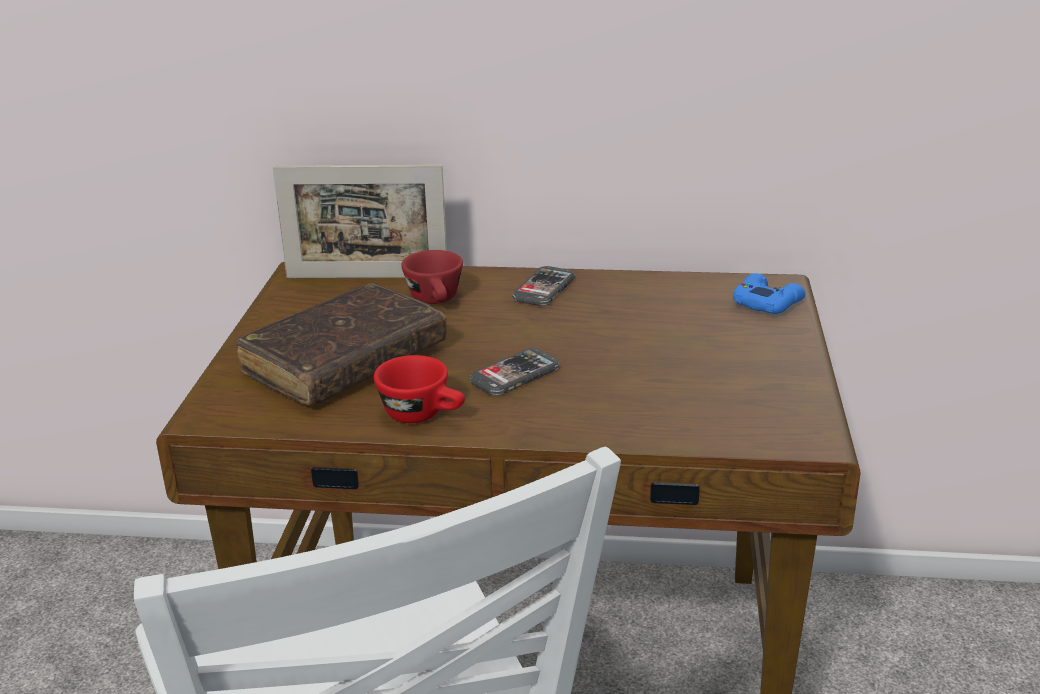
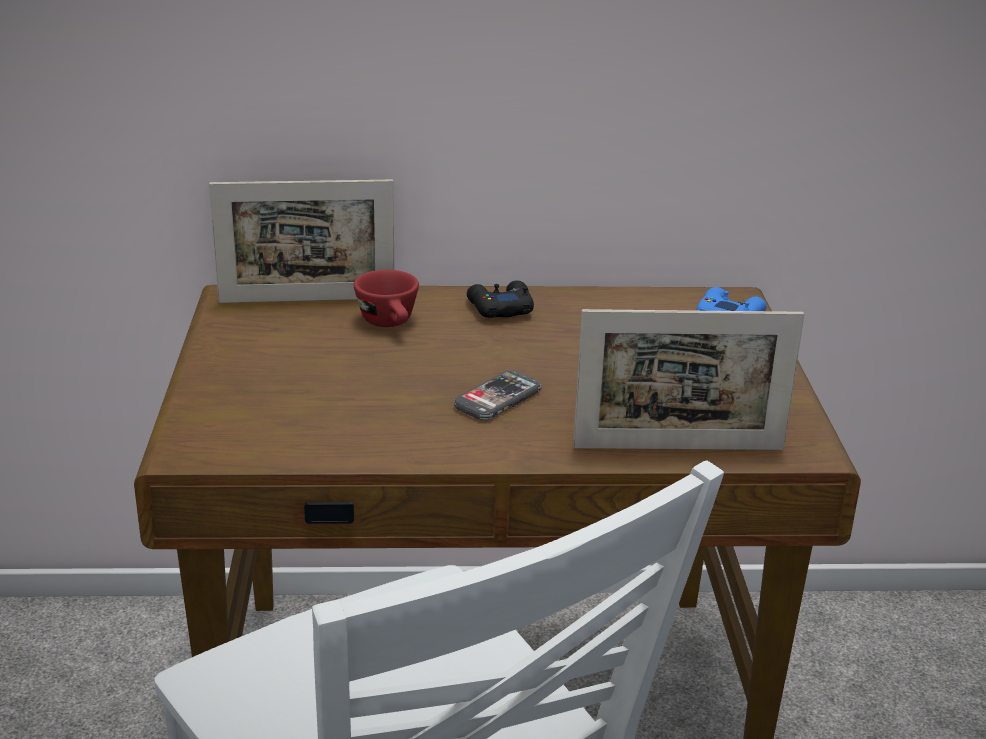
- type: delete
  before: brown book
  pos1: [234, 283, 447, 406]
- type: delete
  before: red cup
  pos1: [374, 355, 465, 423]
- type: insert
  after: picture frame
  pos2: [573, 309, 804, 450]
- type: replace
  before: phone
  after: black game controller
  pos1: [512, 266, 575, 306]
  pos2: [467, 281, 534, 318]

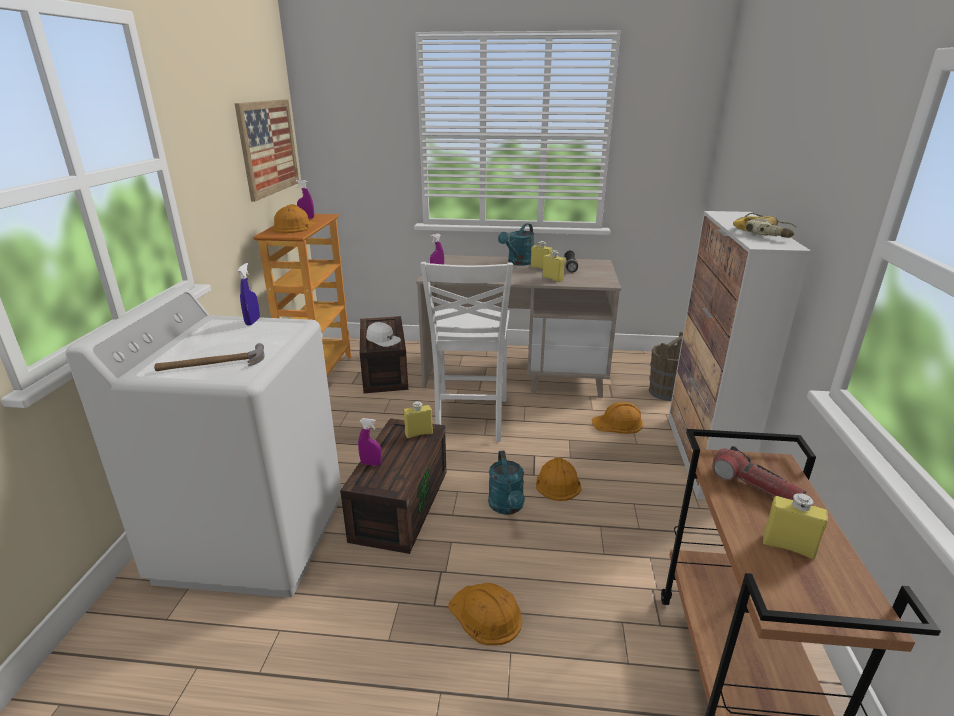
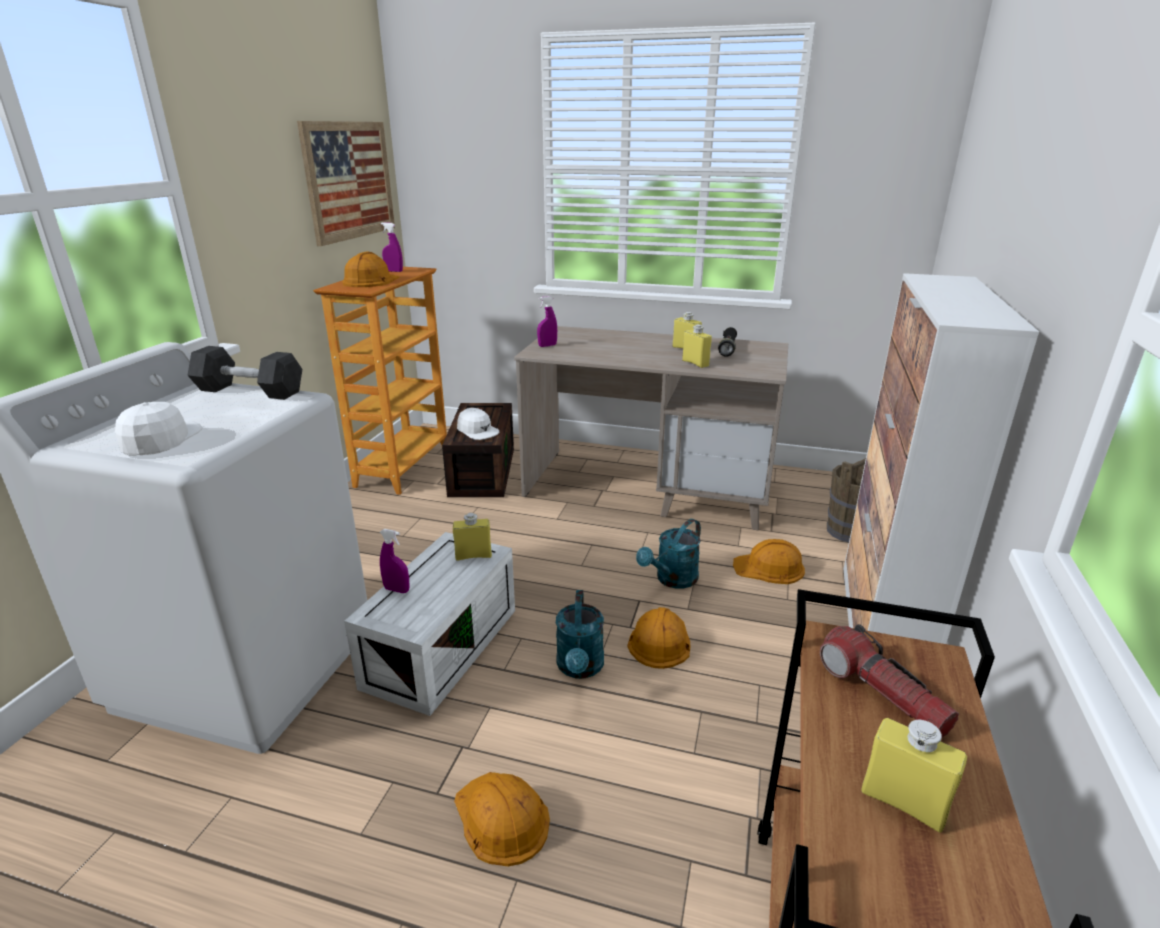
- type: delete
  before: white chair
  pos1: [420, 262, 513, 442]
- type: delete
  before: power drill
  pos1: [733, 213, 797, 238]
- type: move
  before: turquoise watering can
  pos1: [498, 223, 535, 266]
  pos2: [636, 519, 701, 589]
- type: replace
  before: hammer
  after: white cap
  pos1: [154, 343, 264, 371]
  pos2: [115, 402, 202, 455]
- type: replace
  before: blue spray bottle
  after: grey dumbbell
  pos1: [238, 263, 260, 325]
  pos2: [187, 346, 302, 400]
- type: recolor
  before: brown storage box
  after: white storage box
  pos1: [340, 418, 446, 554]
  pos2: [344, 532, 515, 716]

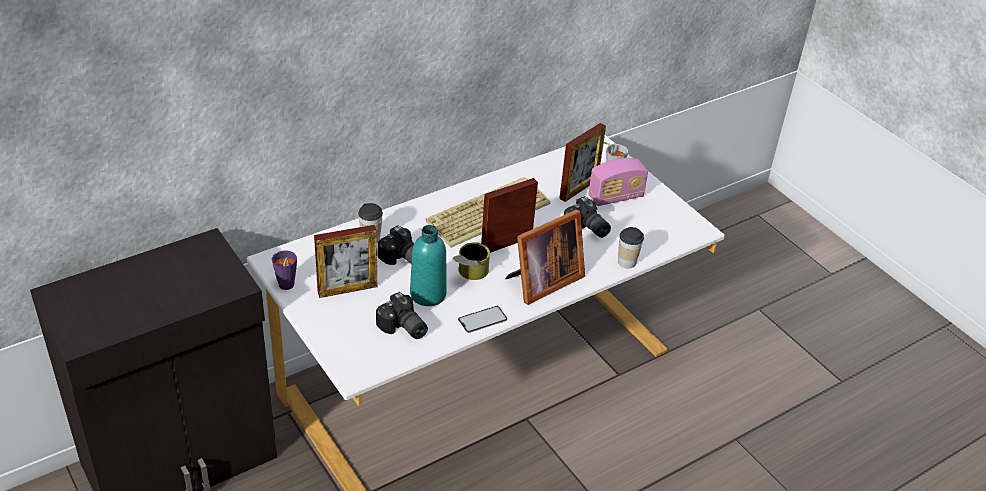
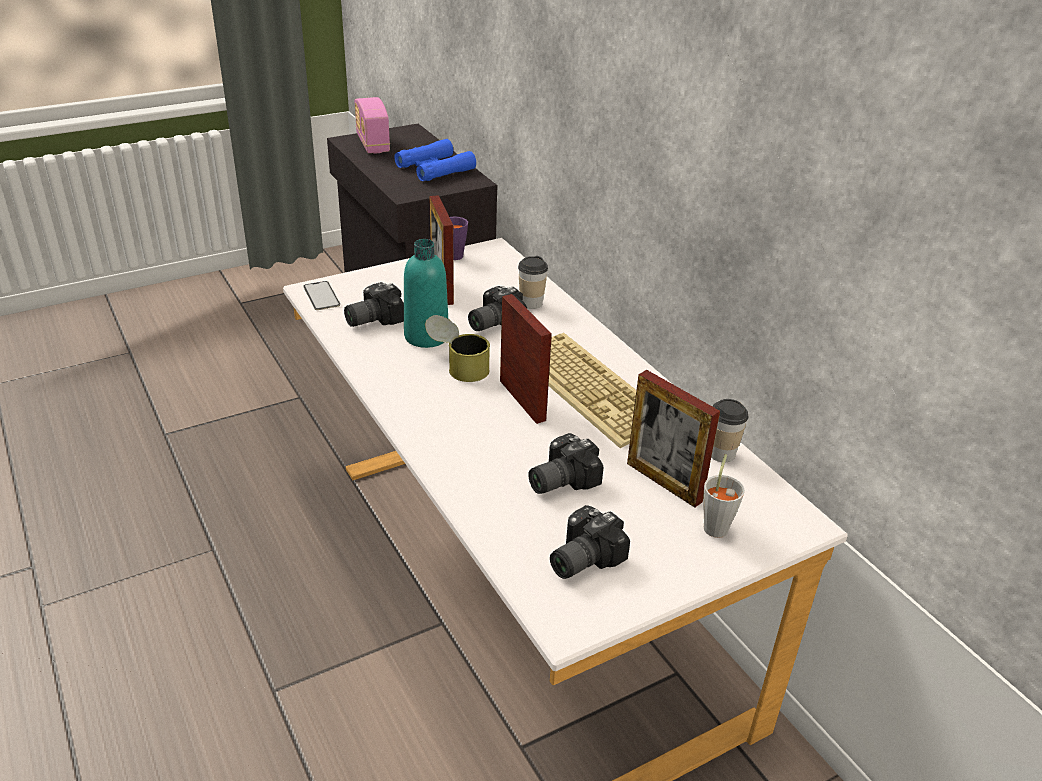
- type: delete
  before: picture frame
  pos1: [505, 210, 585, 305]
- type: insert
  after: blue binoculars
  pos2: [394, 139, 476, 181]
- type: insert
  after: photo camera
  pos2: [550, 505, 630, 579]
- type: move
  before: phone
  pos1: [458, 306, 507, 333]
  pos2: [303, 281, 340, 310]
- type: move
  before: radio
  pos1: [589, 158, 648, 206]
  pos2: [354, 97, 390, 153]
- type: move
  before: cup
  pos1: [618, 227, 644, 269]
  pos2: [711, 399, 749, 462]

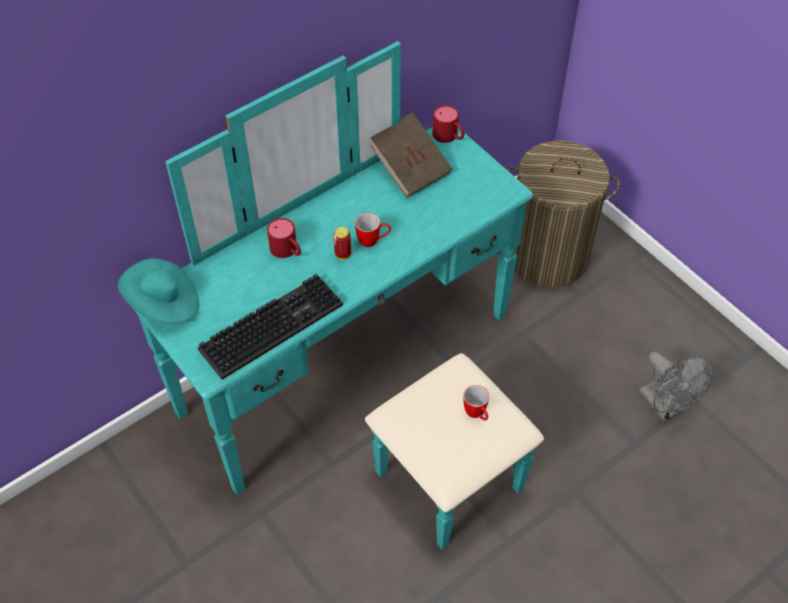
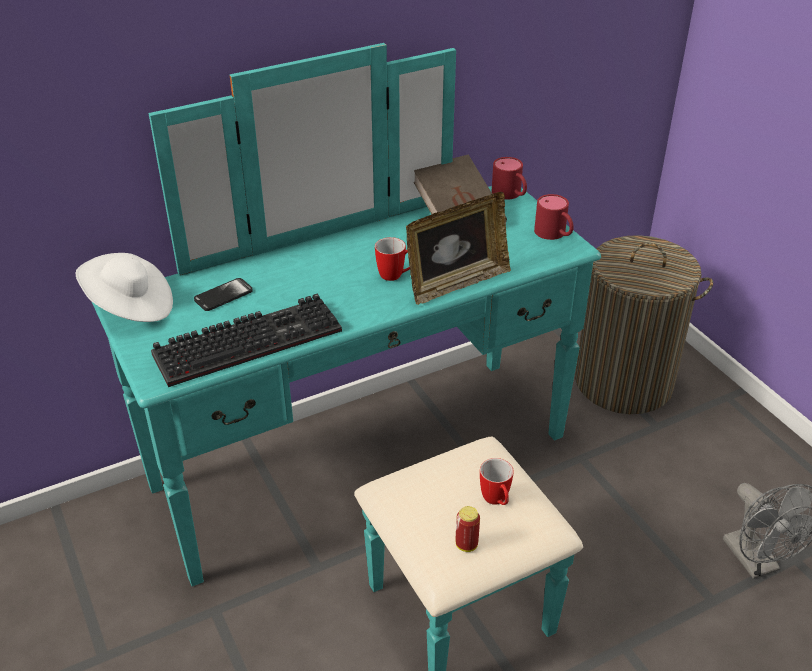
- type: insert
  after: phone
  pos2: [194, 278, 253, 311]
- type: insert
  after: picture frame
  pos2: [406, 192, 511, 305]
- type: move
  before: red mug
  pos1: [267, 218, 301, 258]
  pos2: [534, 194, 574, 240]
- type: move
  before: can
  pos1: [333, 227, 351, 260]
  pos2: [455, 506, 480, 552]
- type: recolor
  before: turquoise hat
  after: white hat
  pos1: [118, 258, 199, 324]
  pos2: [76, 253, 173, 322]

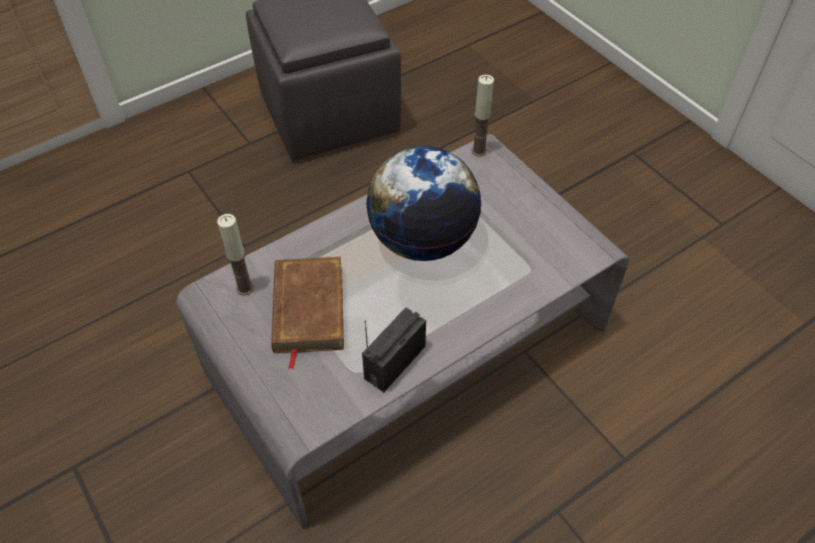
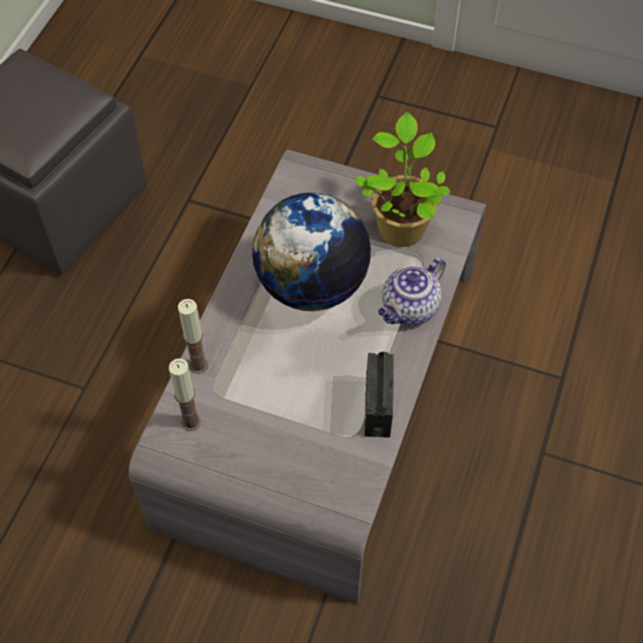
- type: delete
  before: brown book
  pos1: [271, 257, 344, 369]
- type: insert
  after: potted plant
  pos2: [354, 112, 451, 247]
- type: insert
  after: teapot
  pos2: [378, 257, 446, 325]
- type: move
  before: candle
  pos1: [471, 75, 494, 156]
  pos2: [178, 299, 208, 374]

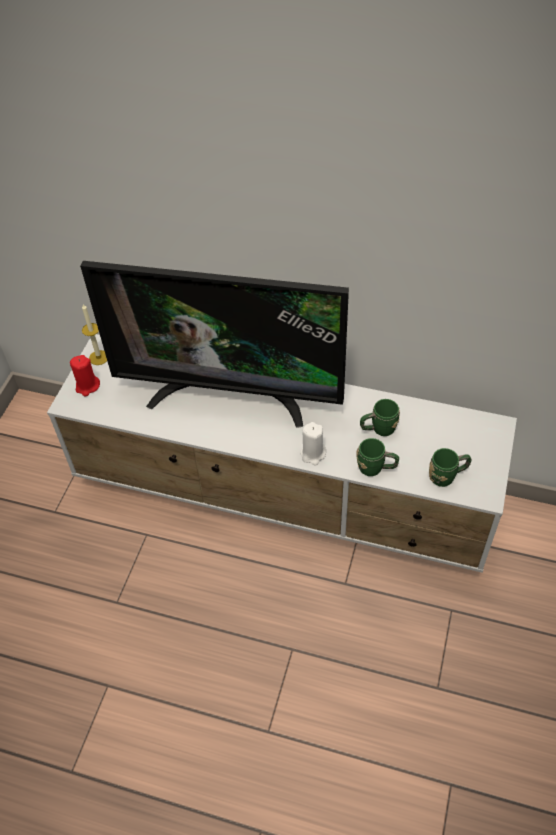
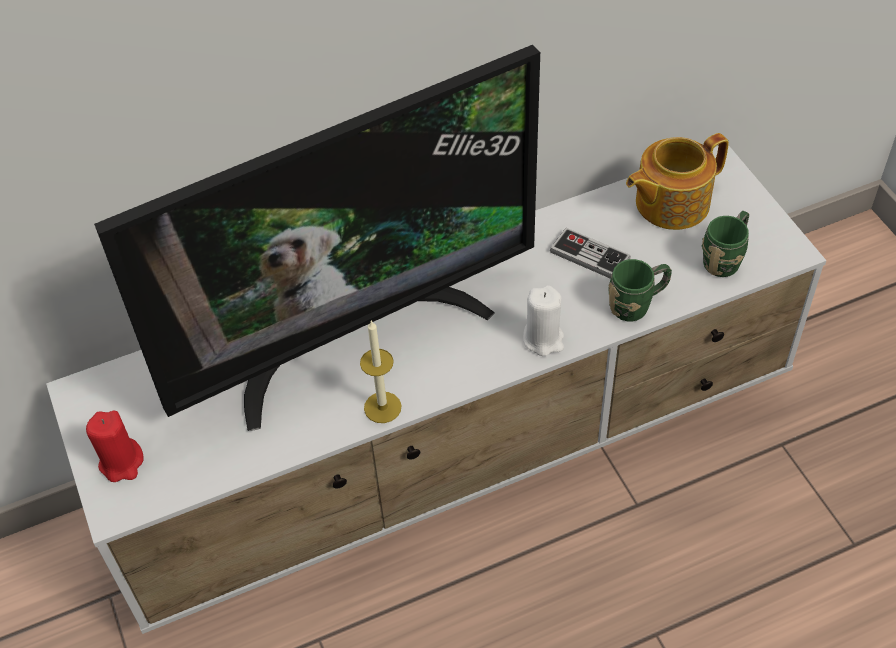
- type: insert
  after: teapot
  pos2: [626, 133, 729, 230]
- type: move
  before: candle
  pos1: [82, 304, 107, 365]
  pos2: [360, 321, 402, 423]
- type: replace
  before: green mug
  after: game controller
  pos1: [360, 399, 400, 436]
  pos2: [550, 228, 631, 279]

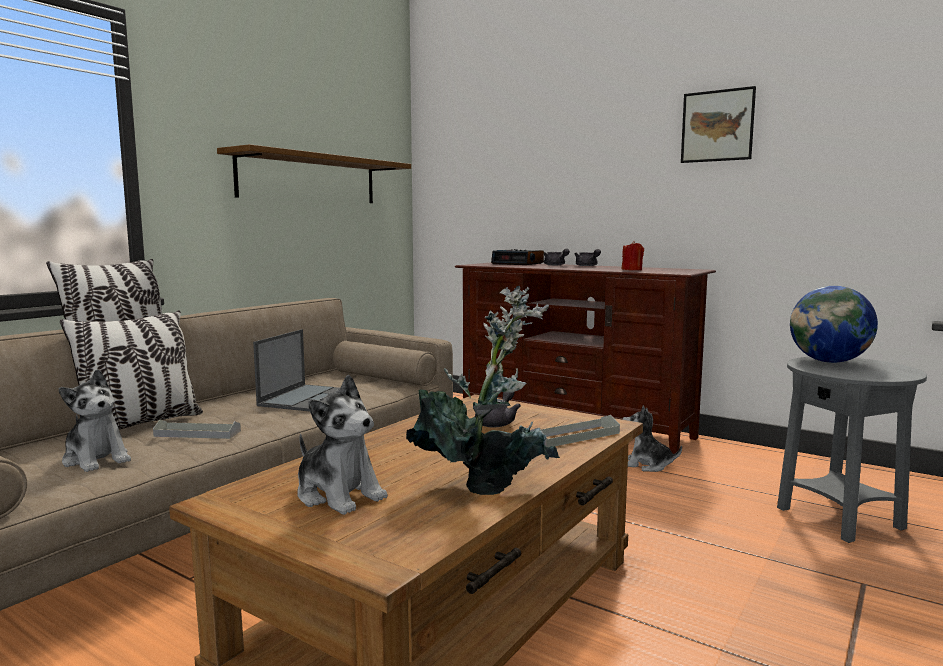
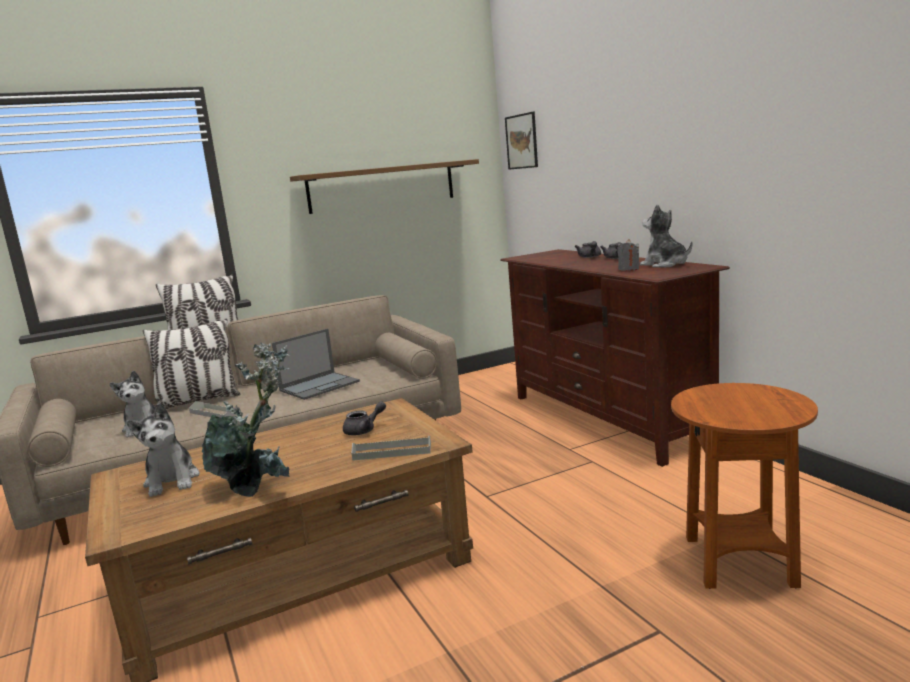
- type: delete
  before: alarm clock
  pos1: [491, 249, 544, 265]
- type: delete
  before: globe
  pos1: [790, 286, 878, 363]
- type: move
  before: plush toy
  pos1: [622, 405, 682, 472]
  pos2: [640, 204, 693, 268]
- type: move
  before: picture
  pos1: [681, 86, 756, 163]
  pos2: [505, 111, 538, 170]
- type: recolor
  before: red candle
  after: grey candle
  pos1: [622, 241, 644, 270]
  pos2: [617, 239, 639, 271]
- type: recolor
  before: grey side table
  after: brown side table
  pos1: [777, 357, 927, 543]
  pos2: [671, 383, 818, 589]

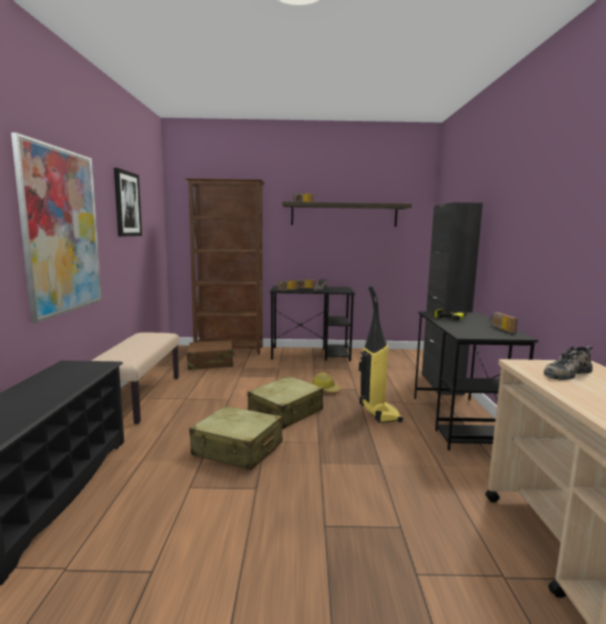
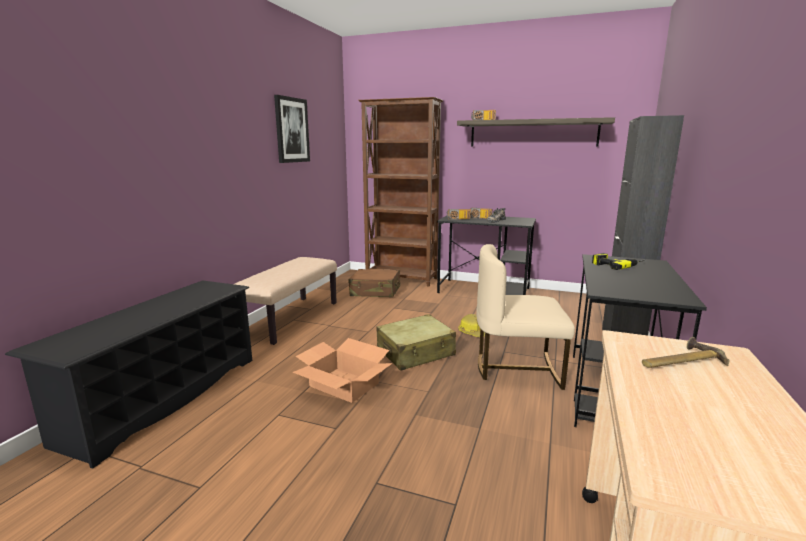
- type: delete
  before: picture
  pos1: [11, 132, 102, 323]
- type: delete
  before: radio
  pos1: [488, 312, 518, 333]
- type: replace
  before: beige suitcase
  after: cardboard box
  pos1: [189, 406, 283, 470]
  pos2: [293, 338, 393, 403]
- type: replace
  before: vacuum cleaner
  after: beige chair
  pos1: [359, 285, 403, 423]
  pos2: [476, 244, 575, 390]
- type: replace
  before: shoe
  after: hammer
  pos1: [544, 346, 593, 380]
  pos2: [642, 337, 730, 368]

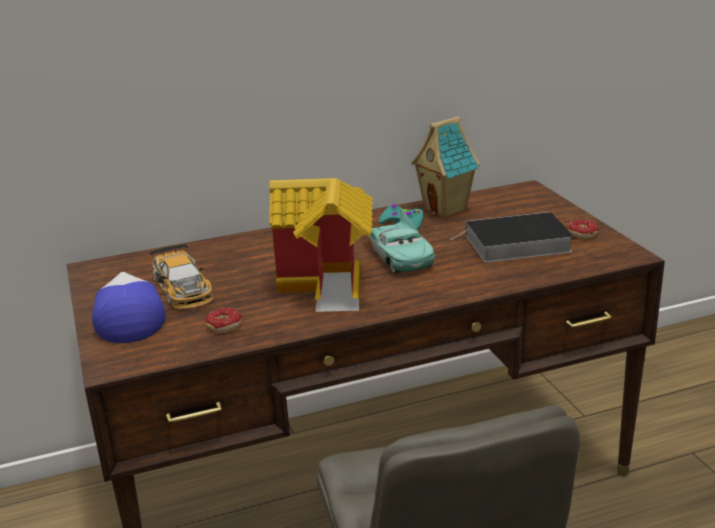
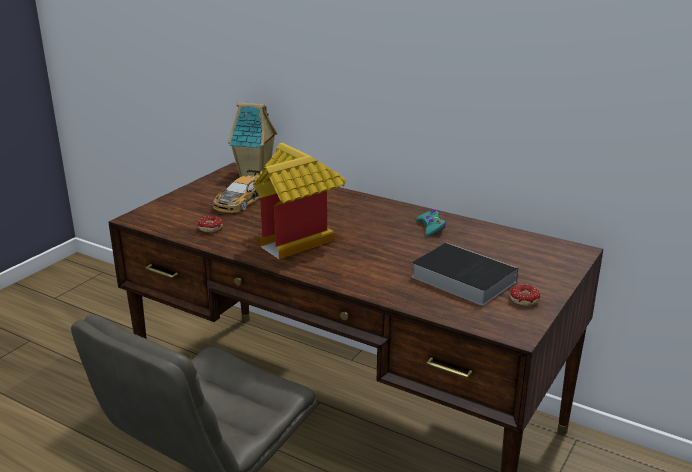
- type: delete
  before: cap
  pos1: [92, 272, 166, 343]
- type: delete
  before: turquoise toy car
  pos1: [369, 208, 435, 273]
- type: move
  before: toy house
  pos1: [411, 116, 480, 218]
  pos2: [228, 102, 277, 177]

